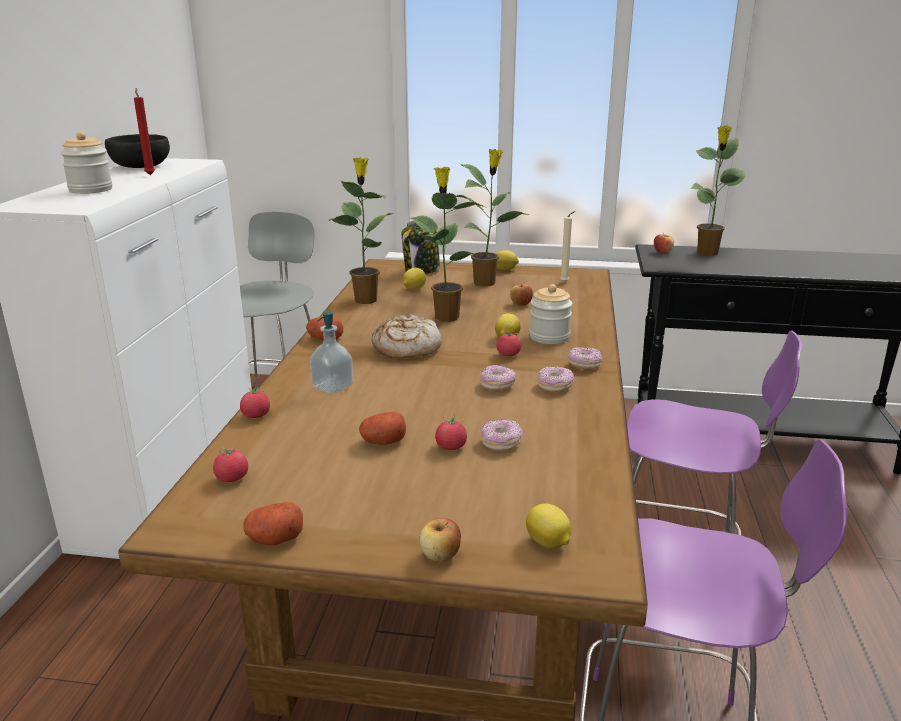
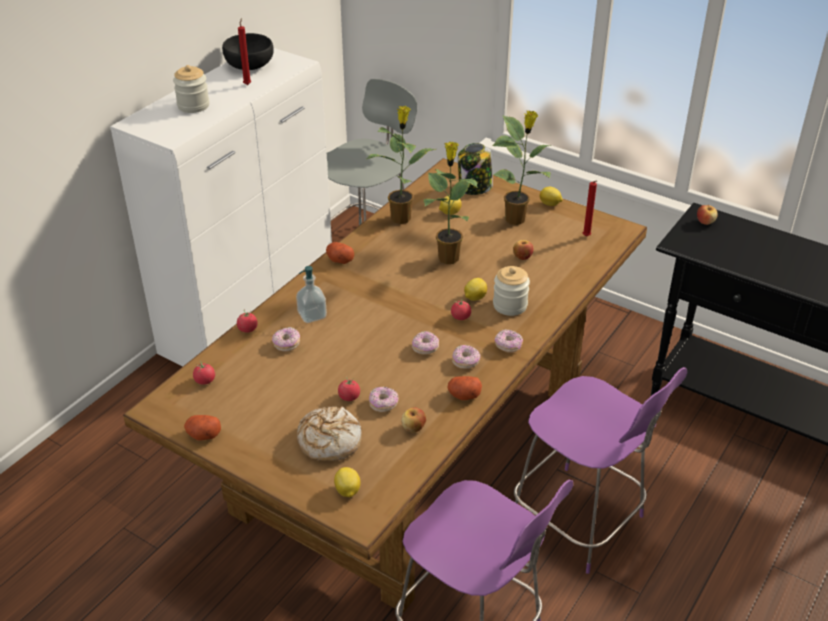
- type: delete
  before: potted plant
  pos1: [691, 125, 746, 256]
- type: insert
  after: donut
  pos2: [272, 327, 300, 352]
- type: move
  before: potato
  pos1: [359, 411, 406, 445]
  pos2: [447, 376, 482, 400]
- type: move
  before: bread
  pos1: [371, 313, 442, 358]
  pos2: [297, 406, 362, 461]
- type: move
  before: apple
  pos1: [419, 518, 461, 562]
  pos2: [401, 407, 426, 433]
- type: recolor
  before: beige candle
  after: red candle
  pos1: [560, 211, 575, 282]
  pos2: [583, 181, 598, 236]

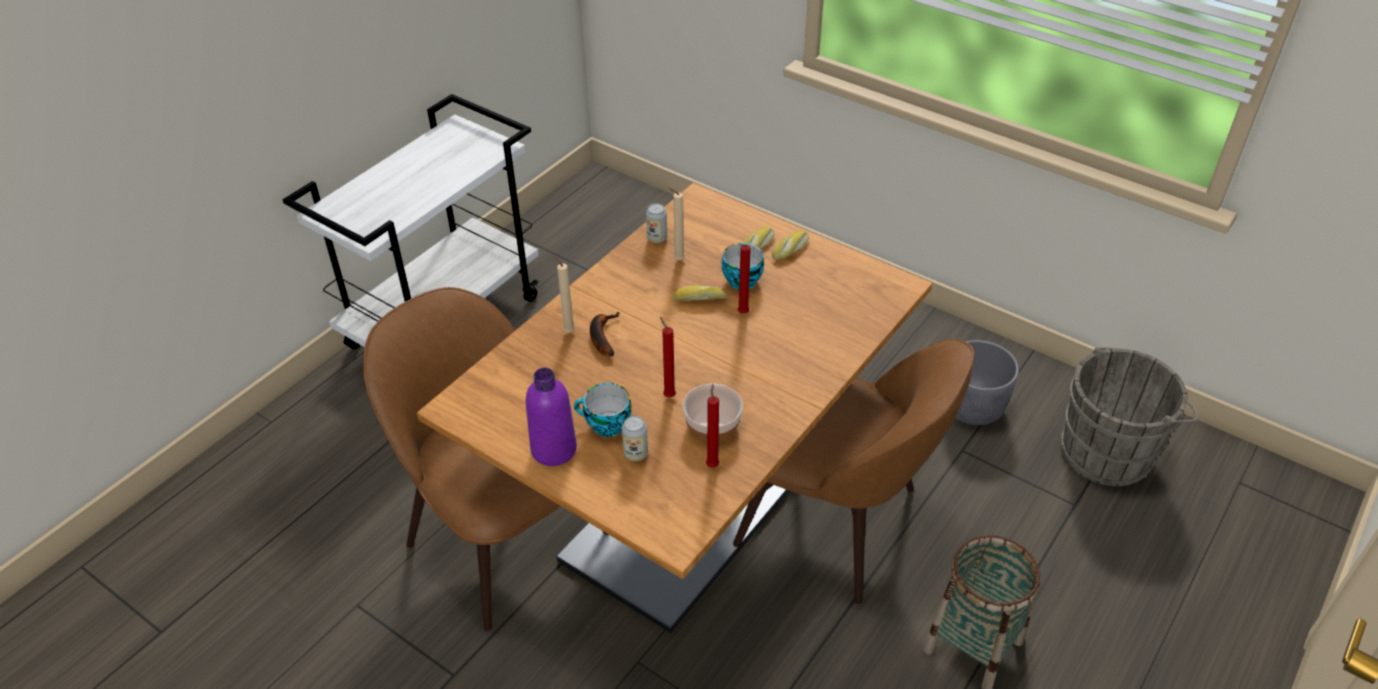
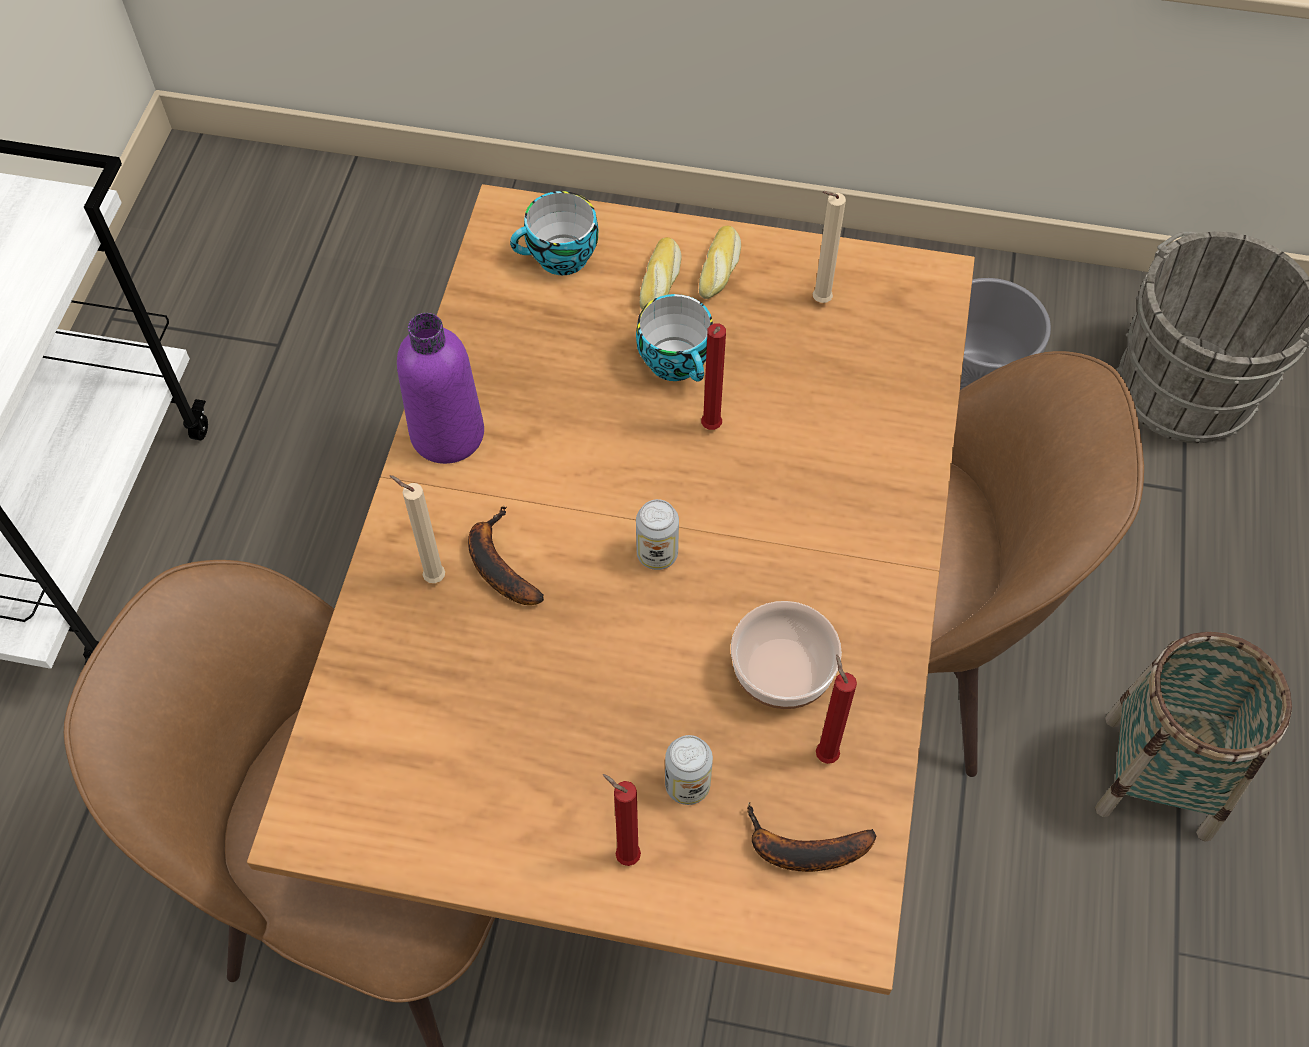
- type: delete
  before: bread
  pos1: [673, 285, 727, 301]
- type: insert
  after: banana
  pos2: [747, 803, 877, 872]
- type: move
  before: purple bottle
  pos1: [526, 368, 577, 466]
  pos2: [397, 313, 484, 464]
- type: move
  before: cup
  pos1: [574, 383, 631, 437]
  pos2: [510, 191, 598, 275]
- type: move
  before: can
  pos1: [646, 203, 667, 243]
  pos2: [636, 499, 679, 570]
- type: move
  before: red candle
  pos1: [660, 317, 676, 398]
  pos2: [603, 774, 641, 866]
- type: move
  before: beige candle
  pos1: [668, 187, 685, 260]
  pos2: [813, 191, 846, 303]

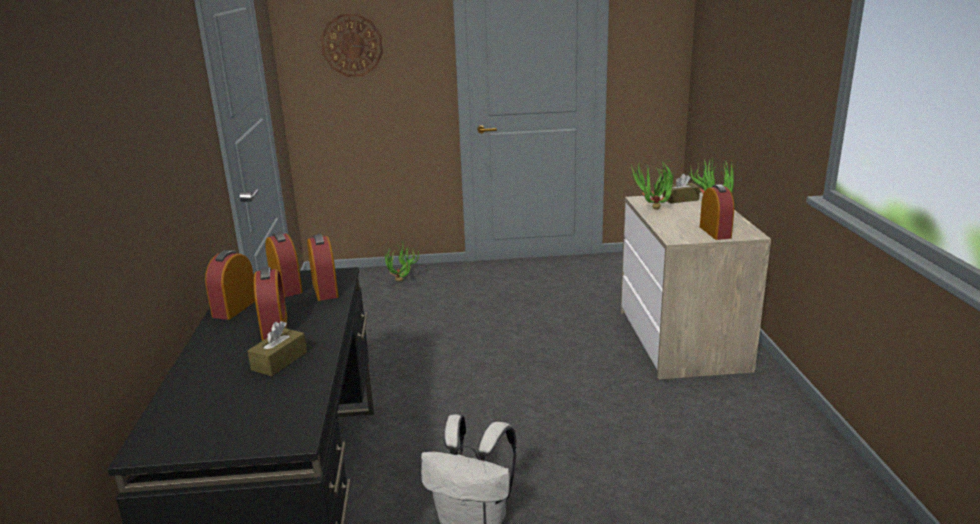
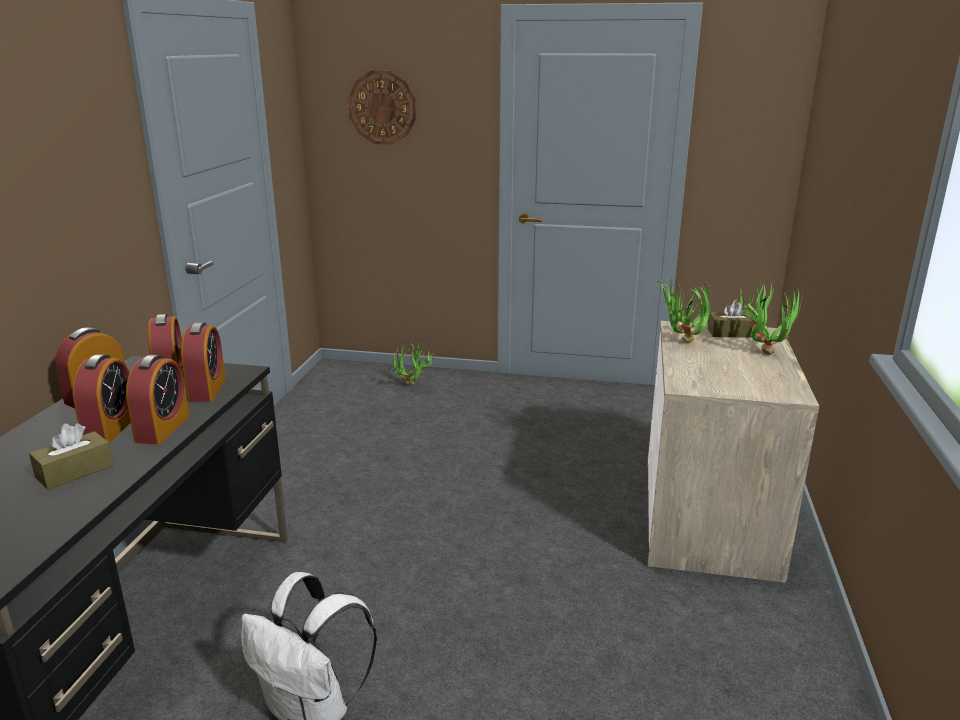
- type: move
  before: alarm clock
  pos1: [700, 185, 734, 240]
  pos2: [126, 355, 189, 444]

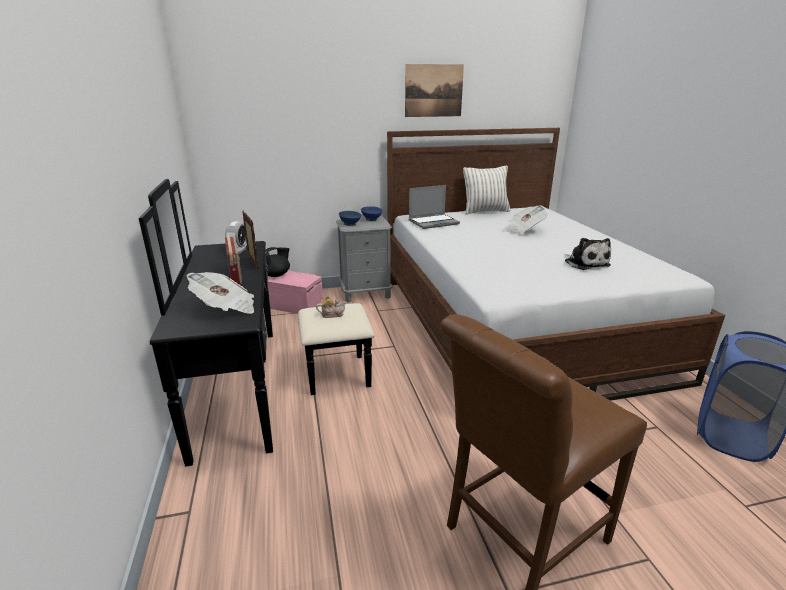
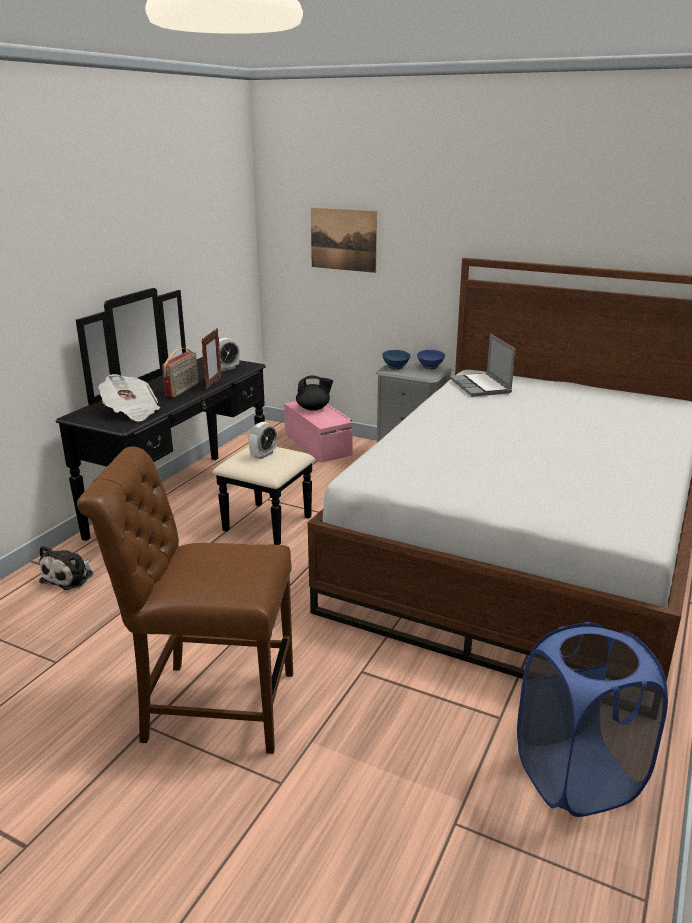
- type: delete
  before: pillow
  pos1: [463, 166, 510, 214]
- type: delete
  before: newspaper
  pos1: [503, 206, 548, 234]
- type: move
  before: picture
  pos1: [405, 64, 464, 117]
  pos2: [311, 208, 377, 273]
- type: move
  before: plush toy
  pos1: [565, 238, 611, 270]
  pos2: [39, 545, 93, 590]
- type: replace
  before: teapot
  after: alarm clock
  pos1: [316, 295, 346, 318]
  pos2: [249, 422, 277, 459]
- type: rotate
  before: laptop
  pos1: [409, 185, 460, 229]
  pos2: [450, 334, 516, 397]
  turn: 60

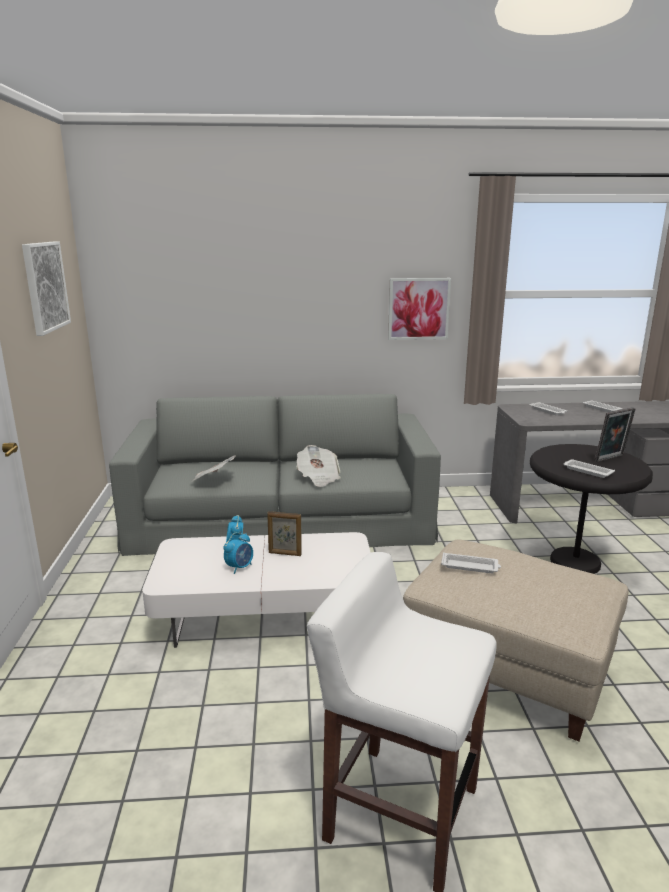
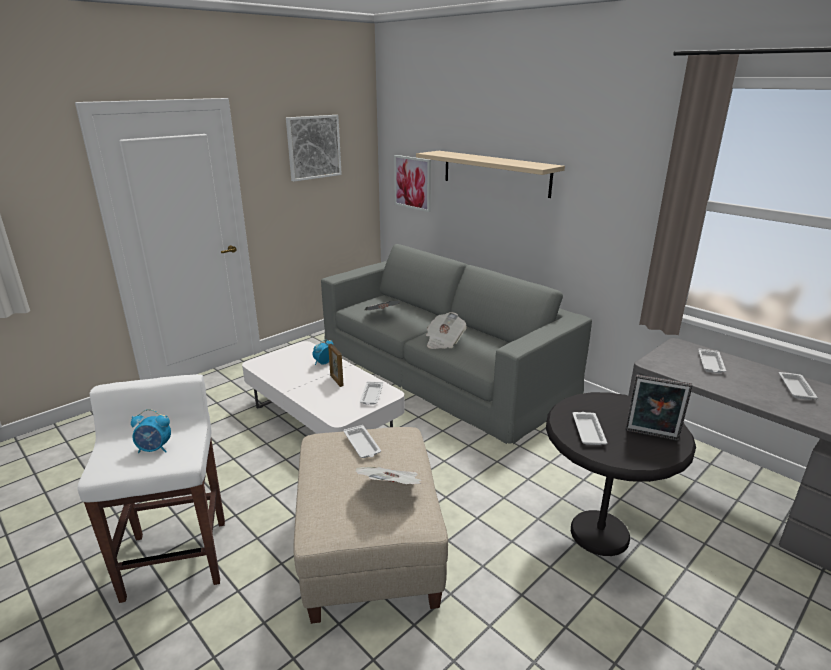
- type: insert
  after: newspaper
  pos2: [355, 467, 422, 484]
- type: insert
  after: white tray
  pos2: [360, 381, 383, 405]
- type: insert
  after: beige shelf
  pos2: [416, 151, 565, 198]
- type: move
  before: alarm clock
  pos1: [224, 532, 253, 574]
  pos2: [131, 409, 171, 453]
- type: move
  before: picture
  pos1: [388, 278, 451, 340]
  pos2: [394, 155, 431, 212]

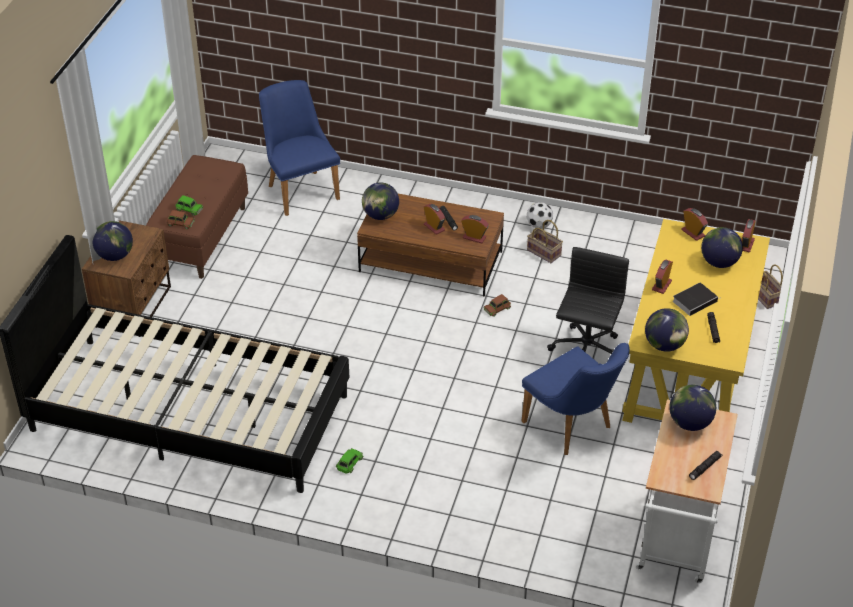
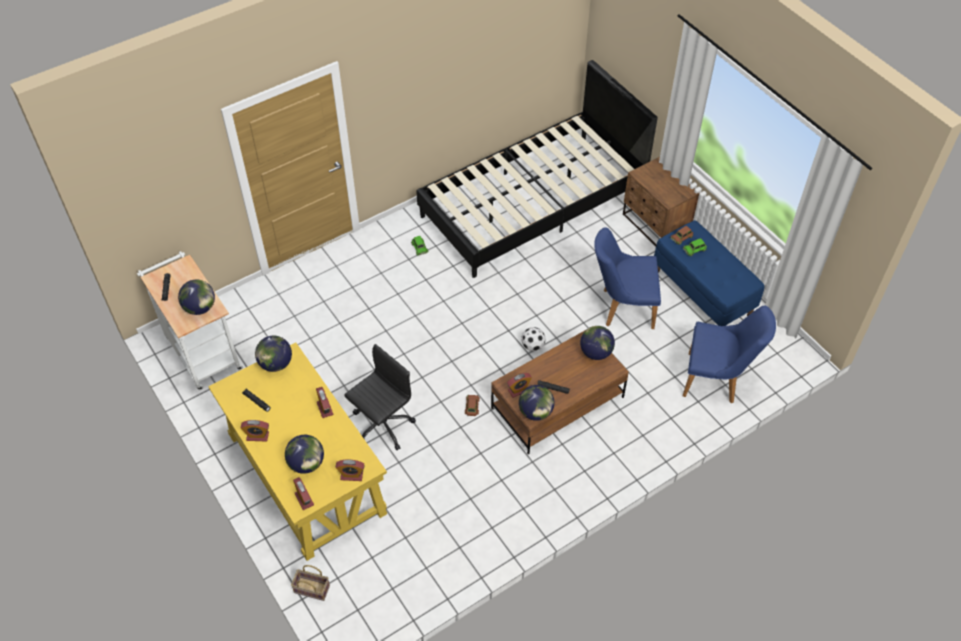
- type: delete
  before: basket
  pos1: [527, 220, 563, 263]
- type: delete
  before: book
  pos1: [672, 283, 721, 316]
- type: move
  before: globe
  pos1: [93, 221, 133, 261]
  pos2: [519, 385, 554, 421]
- type: move
  before: alarm clock
  pos1: [424, 204, 445, 235]
  pos2: [241, 420, 269, 442]
- type: move
  before: blue chair
  pos1: [522, 343, 630, 455]
  pos2: [594, 227, 661, 329]
- type: move
  before: football
  pos1: [527, 202, 553, 229]
  pos2: [521, 327, 545, 351]
- type: recolor
  before: brown bench
  after: blue bench
  pos1: [146, 155, 248, 279]
  pos2: [654, 220, 765, 326]
- type: rotate
  before: black office chair
  pos1: [547, 247, 629, 354]
  pos2: [345, 344, 416, 450]
  turn: -105

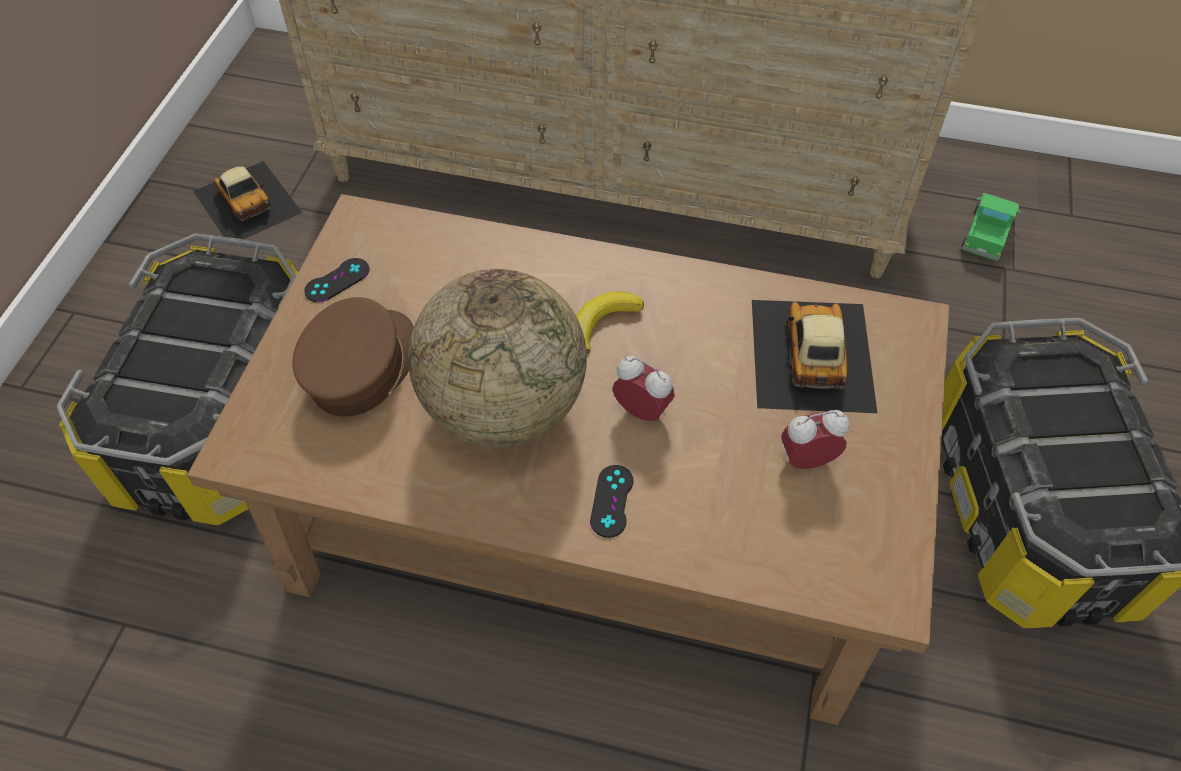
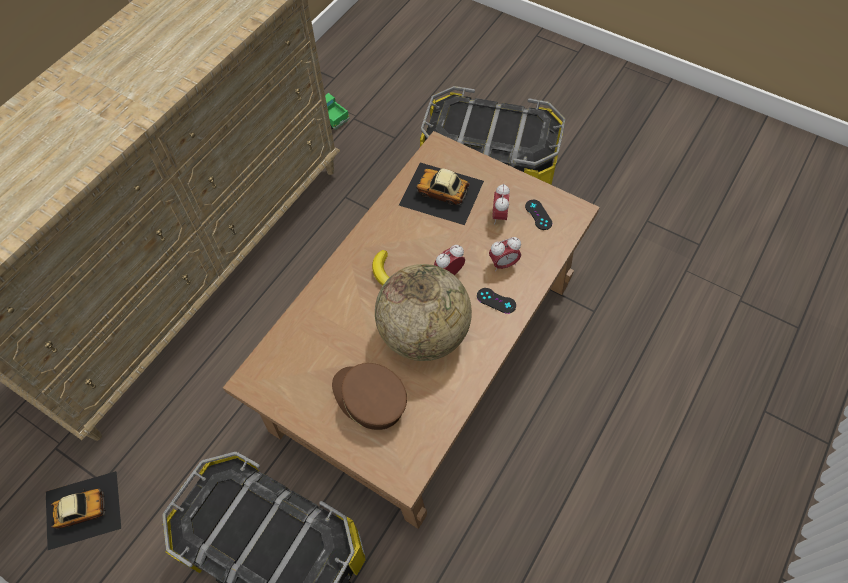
- type: insert
  after: alarm clock
  pos2: [489, 237, 521, 271]
- type: move
  before: black game controller
  pos1: [304, 258, 369, 302]
  pos2: [525, 200, 552, 230]

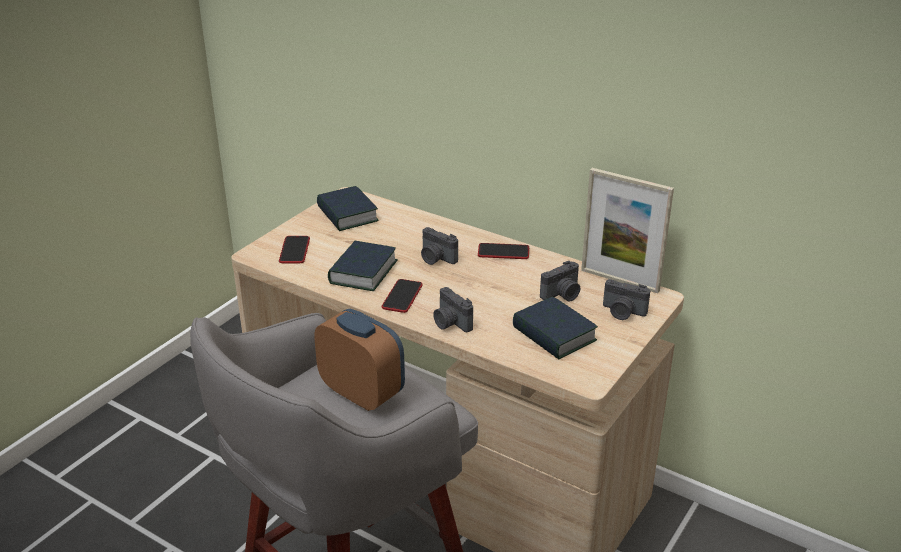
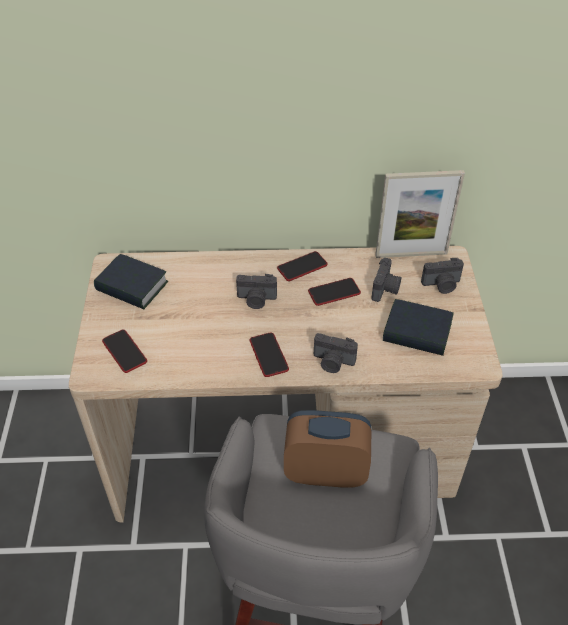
- type: delete
  before: book
  pos1: [328, 241, 398, 291]
- type: insert
  after: phone
  pos2: [308, 278, 361, 306]

